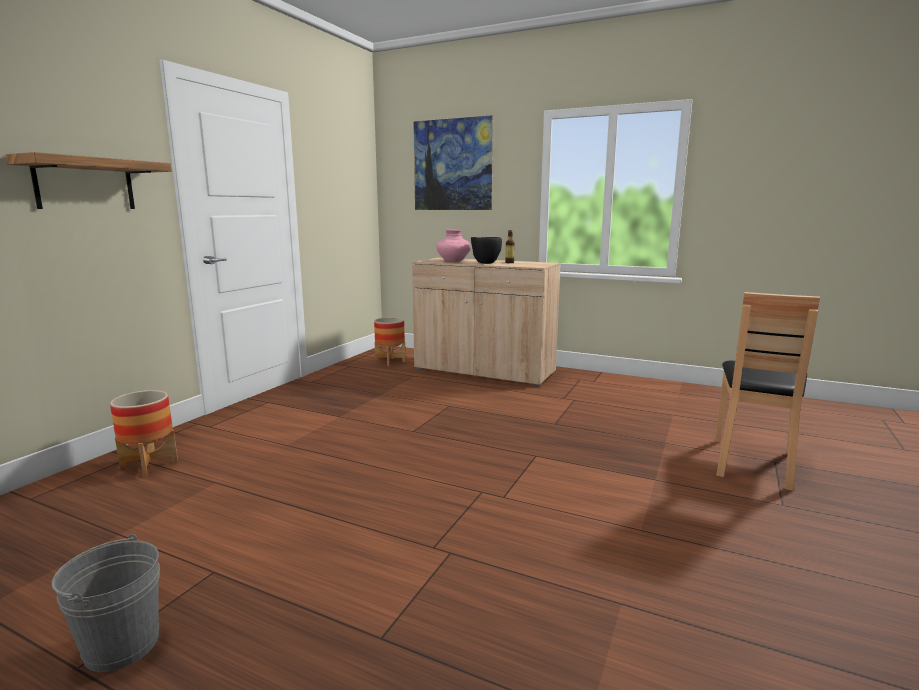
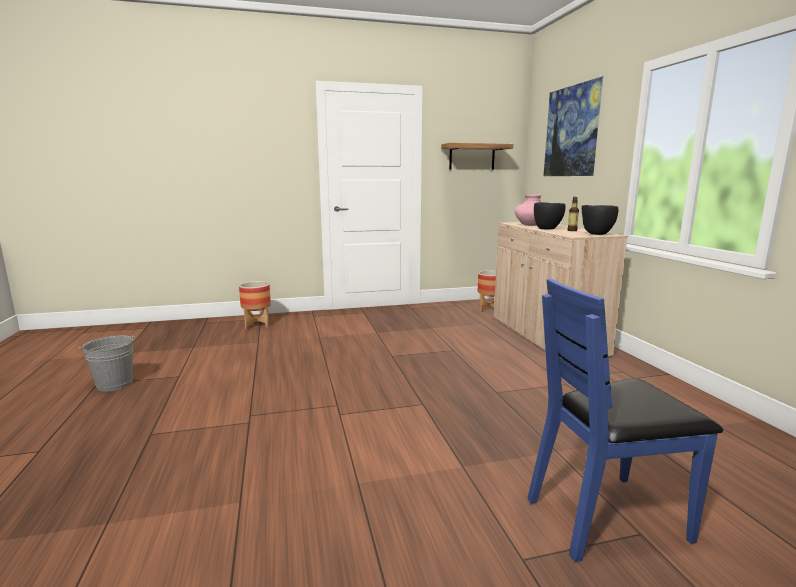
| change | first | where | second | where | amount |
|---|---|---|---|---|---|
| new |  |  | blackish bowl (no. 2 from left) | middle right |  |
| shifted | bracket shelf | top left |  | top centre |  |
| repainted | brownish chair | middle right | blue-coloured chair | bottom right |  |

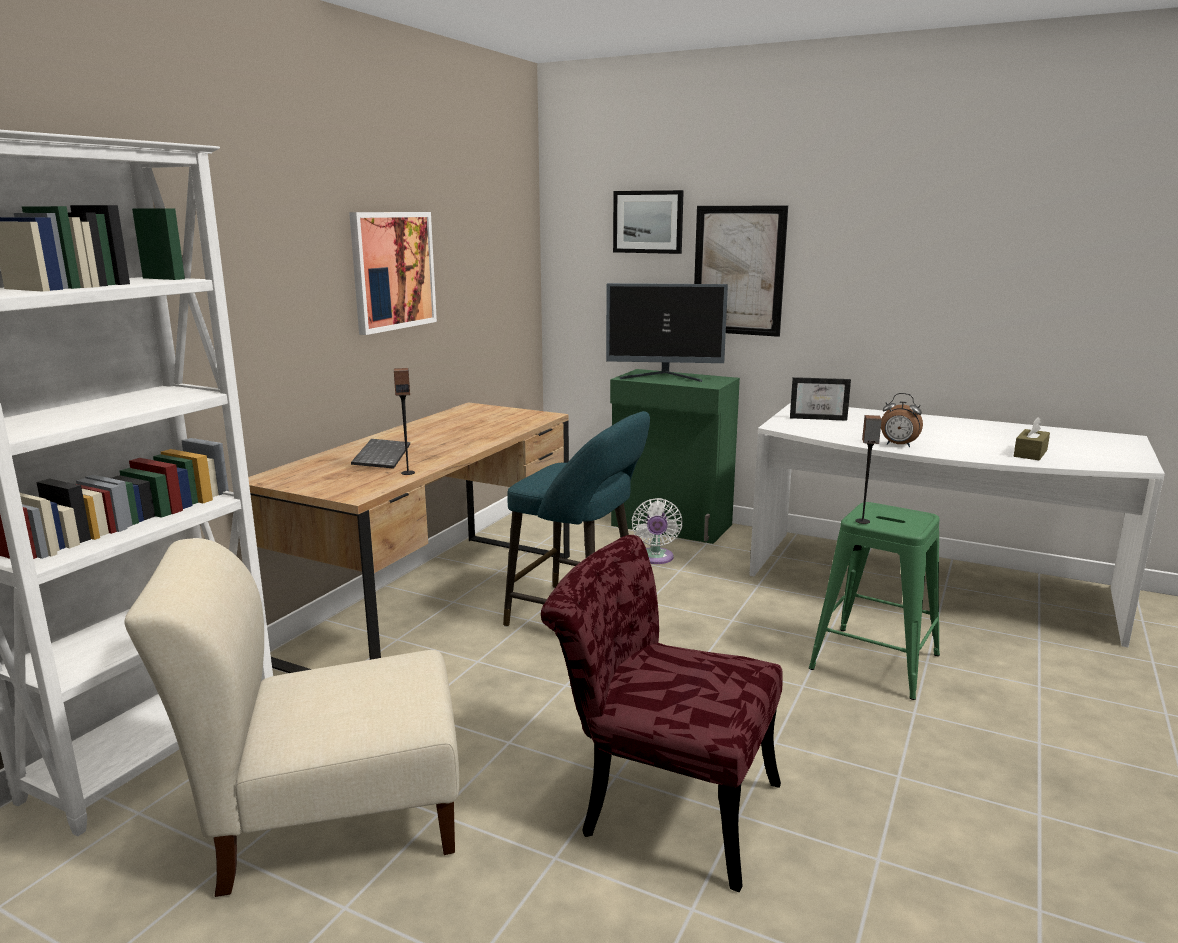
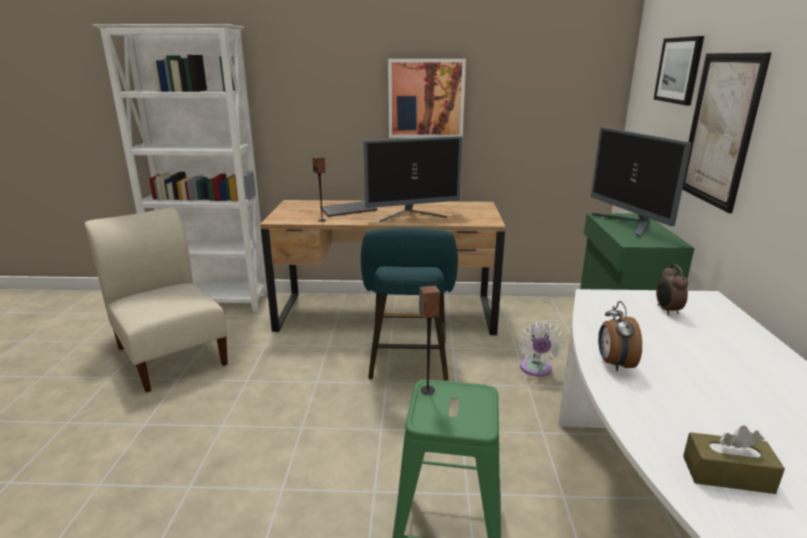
| change | first | where | second | where | amount |
|---|---|---|---|---|---|
| gone | reddish chair | bottom centre |  |  |  |
| new |  |  | computer display (no. 1 from left) | top centre |  |
| swapped | picture frame | middle right | alarm clock (no. 2 from left) | middle right |  |
| rotated | white fan | centre |  | middle right | 60 degrees counterclockwise |

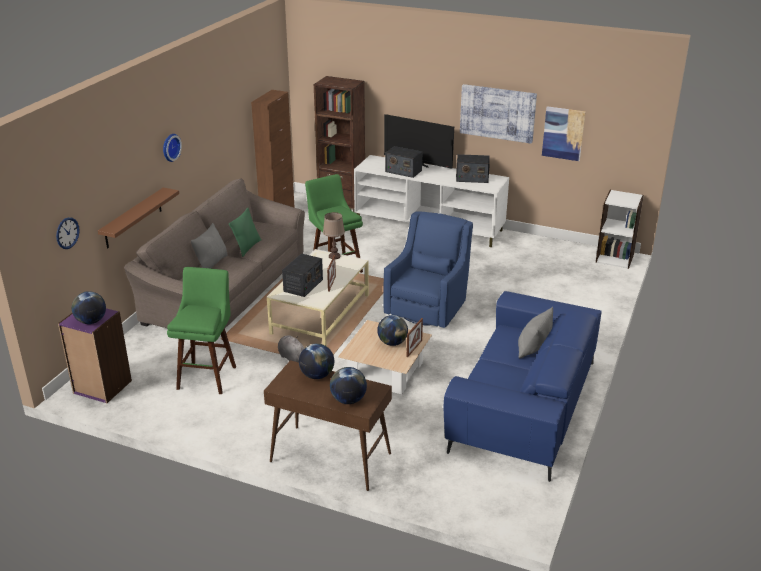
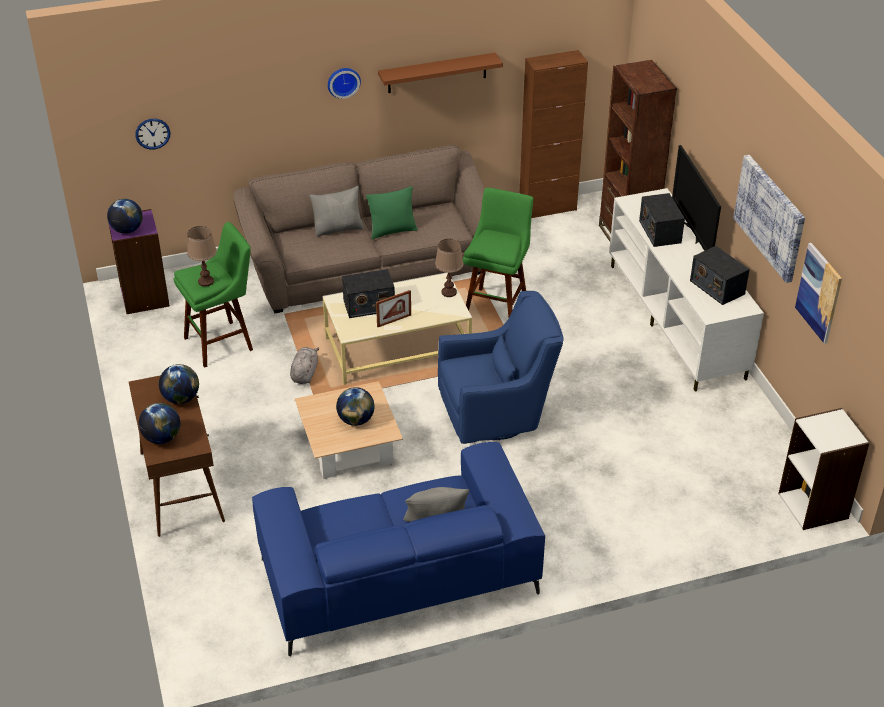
| change | first | where | second | where | amount |
|---|---|---|---|---|---|
| gone | picture frame (no. 2 from left) | centre |  |  |  |
| new |  |  | brownish tabletop lamp (no. 1 from left) | middle left |  |
| shifted | brownish bracket shelf | middle left |  | top centre |  |

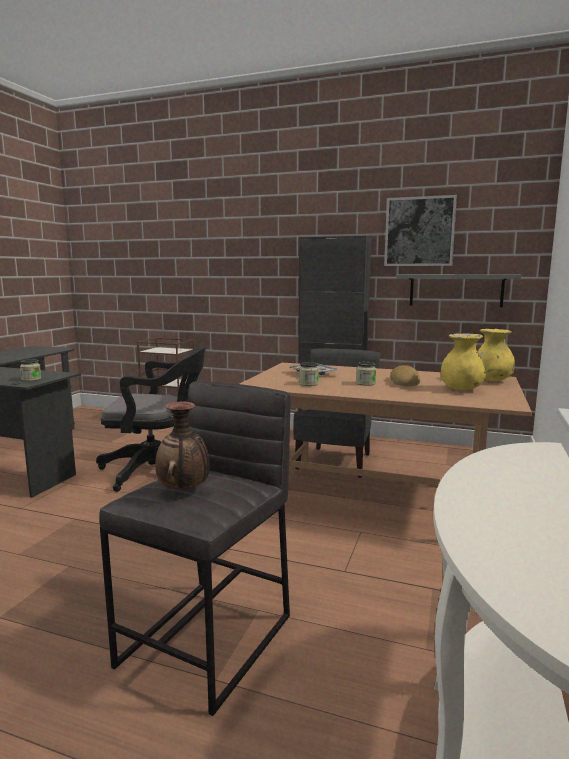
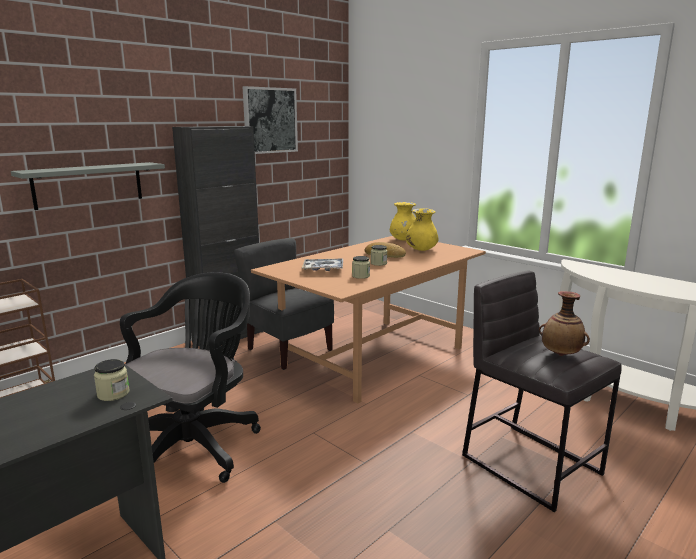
| change | first | where | second | where | amount |
|---|---|---|---|---|---|
| shifted | gray bracket shelf | middle right |  | top left |  |

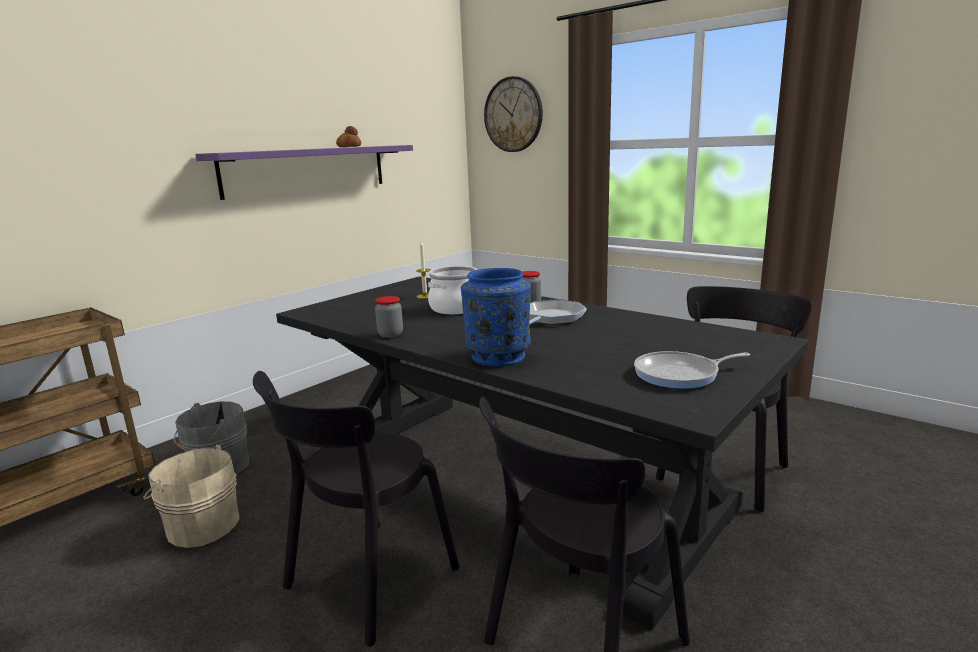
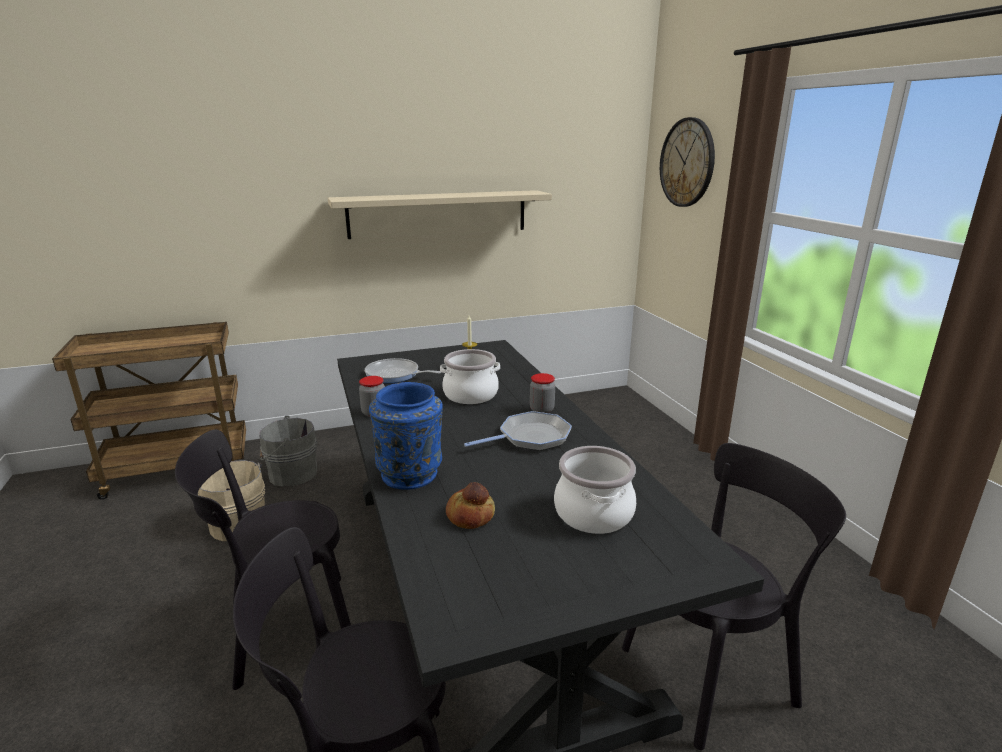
| change | first | where | second | where | amount |
|---|---|---|---|---|---|
| new |  |  | saucepot (no. 2 from left) | centre |  |
| shifted | bakery bread | top centre |  | bottom centre |  |
| shifted | skillet (no. 2 from left in the first image) | middle right | skillet (no. 1 from left) | centre |  |
| repainted | purple bracket shelf | top left | sand-coloured bracket shelf | top centre |  |

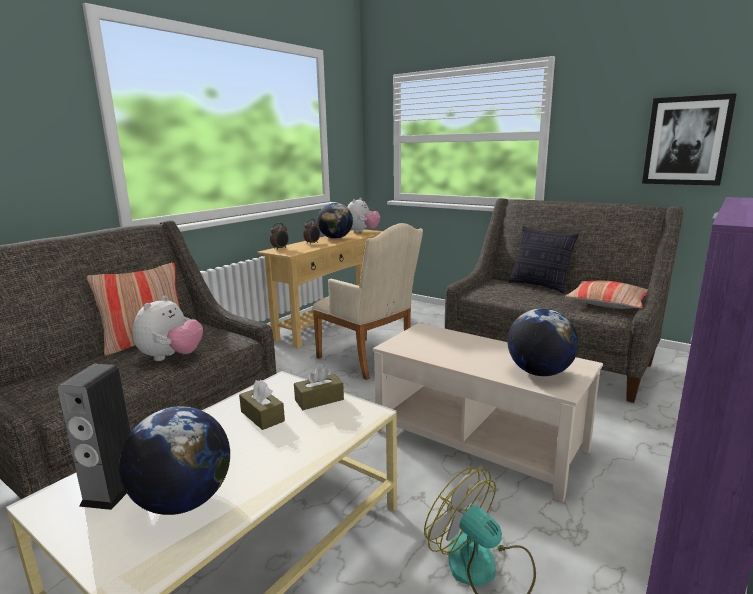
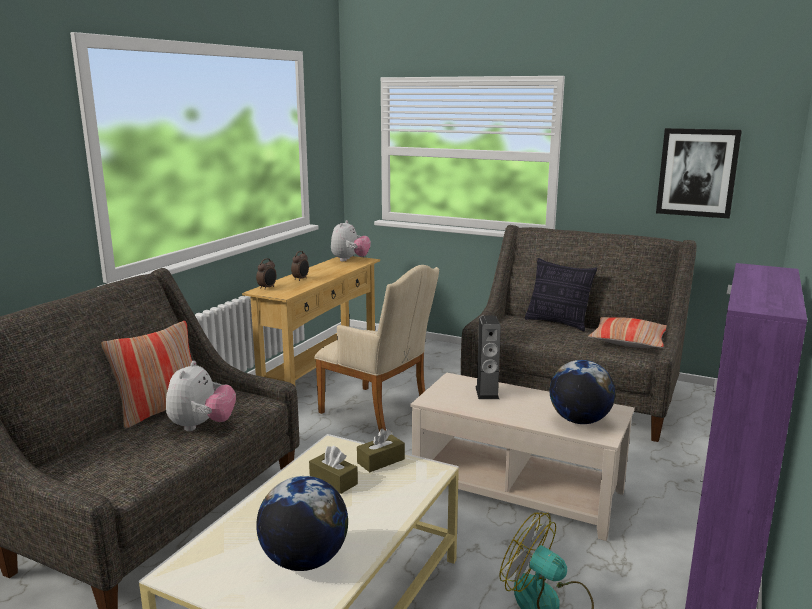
| change | first | where | second | where | amount |
|---|---|---|---|---|---|
| gone | desk globe (no. 2 from left) | centre |  |  |  |
| shifted | speaker | bottom left |  | centre |  |

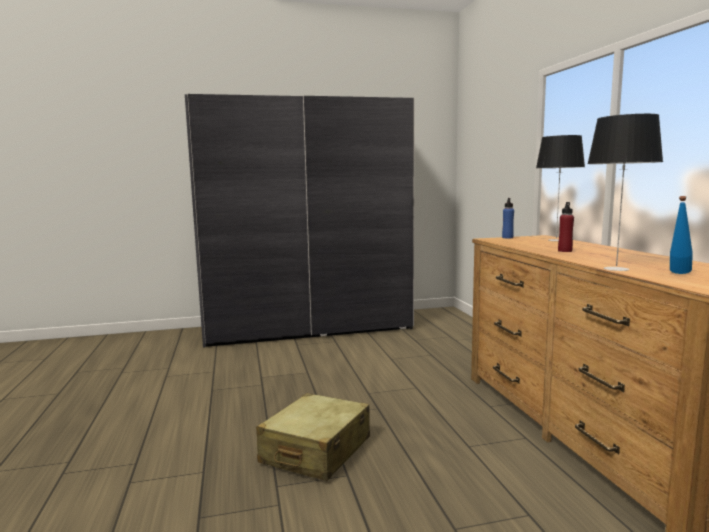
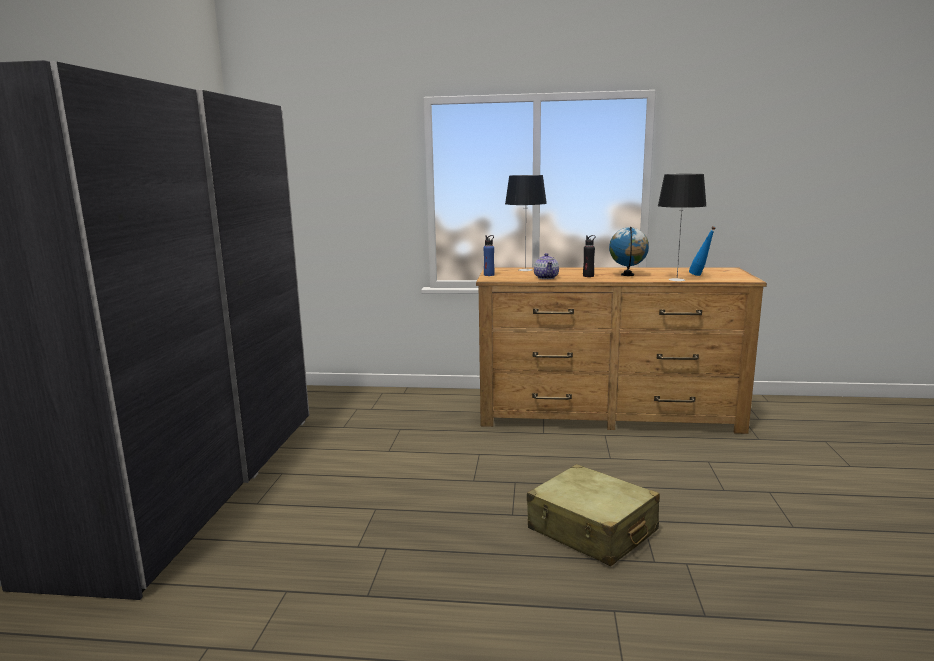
| change | first | where | second | where | amount |
|---|---|---|---|---|---|
| new |  |  | teapot | centre |  |
| new |  |  | desk globe | middle right |  |
| repainted | reddish drink bottle | middle right | blackish drink bottle | centre |  |

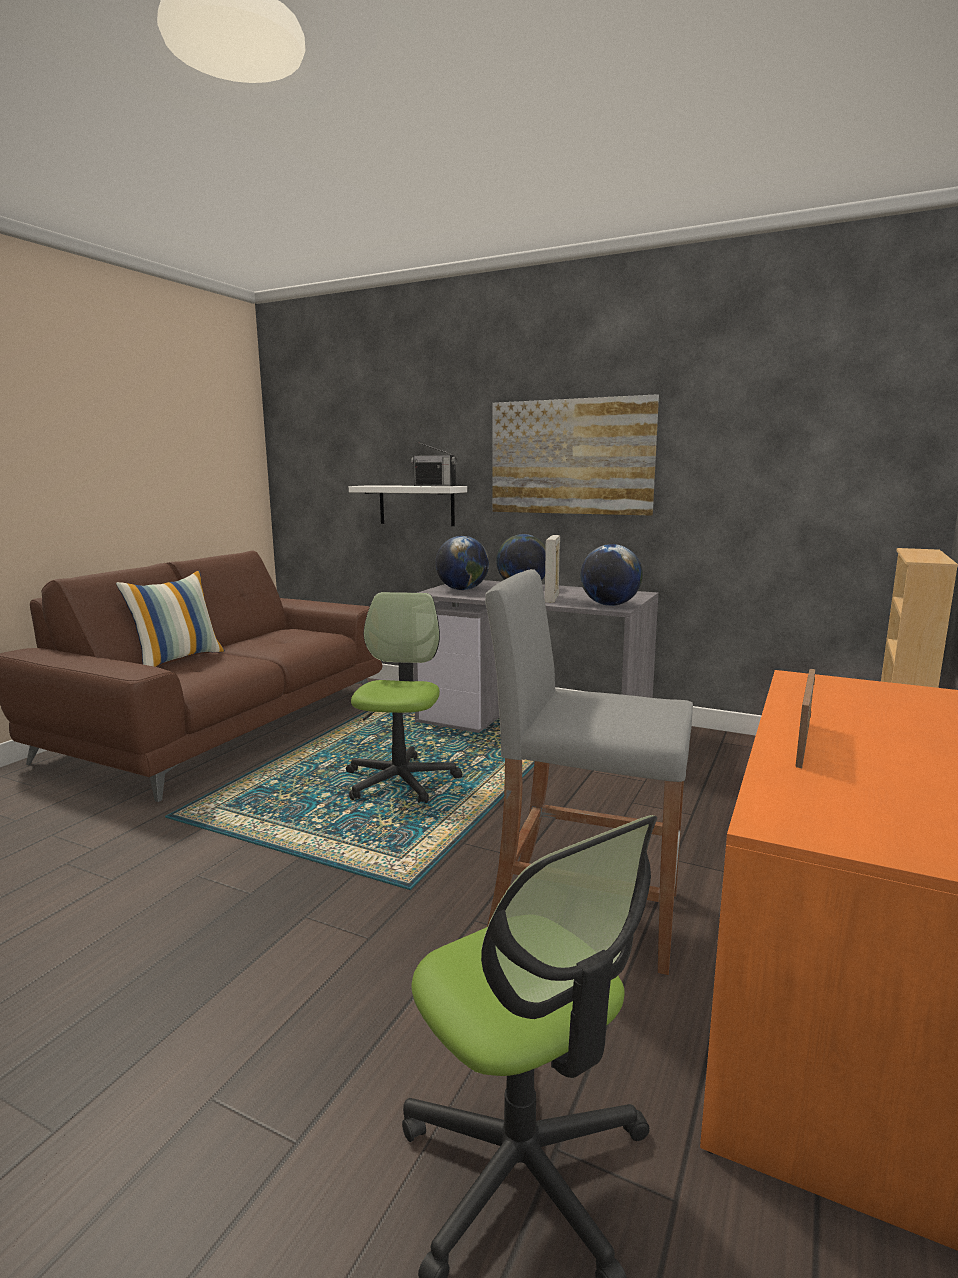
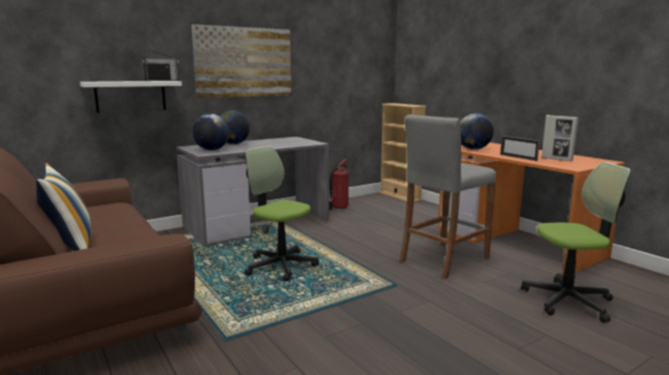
| change | first | where | second | where | amount |
|---|---|---|---|---|---|
| new |  |  | fire-fighting cylinder | centre |  |
| shifted | picture frame (no. 1 from left in the first image) | centre | picture frame (no. 2 from left) | middle right |  |
| shifted | desk globe (no. 3 from left) | centre |  | middle right |  |

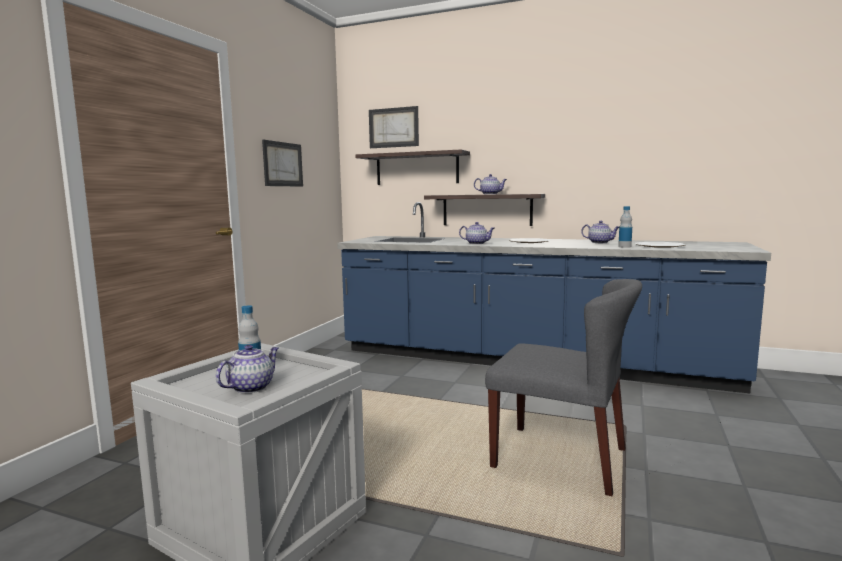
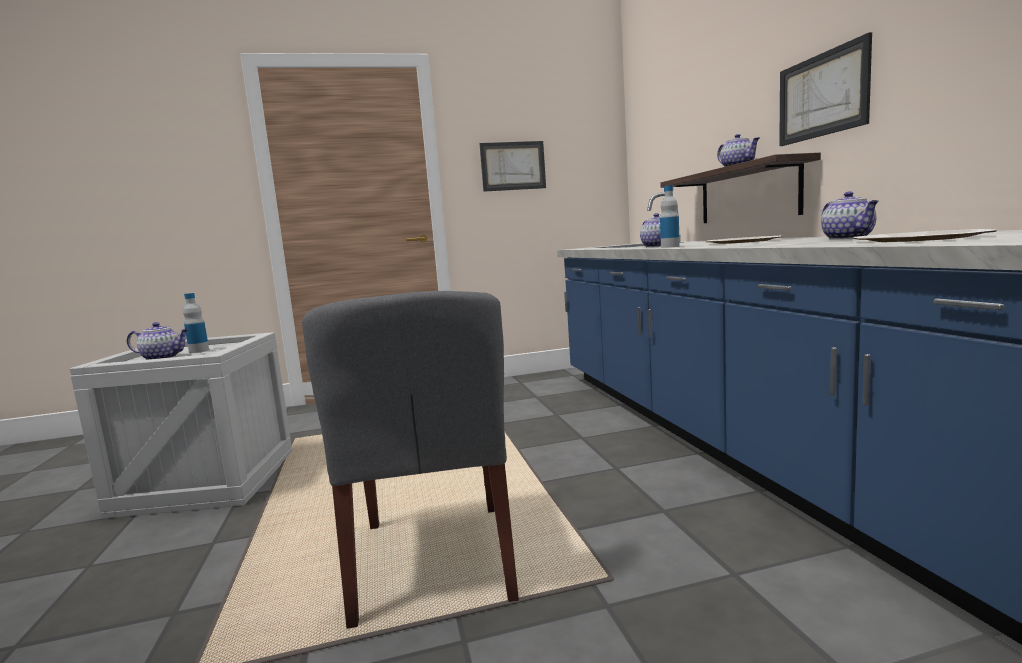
| change | first | where | second | where | amount |
|---|---|---|---|---|---|
| gone | bracket shelf (no. 1 from left) | top centre |  |  |  |
| shifted | wall picture (no. 2 from left) | top centre |  | top right |  |
| shifted | drink bottle (no. 2 from left) | middle right |  | top centre |  |

